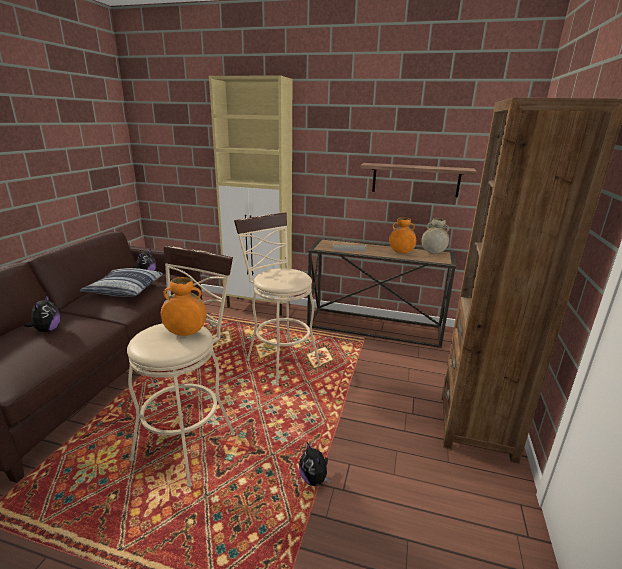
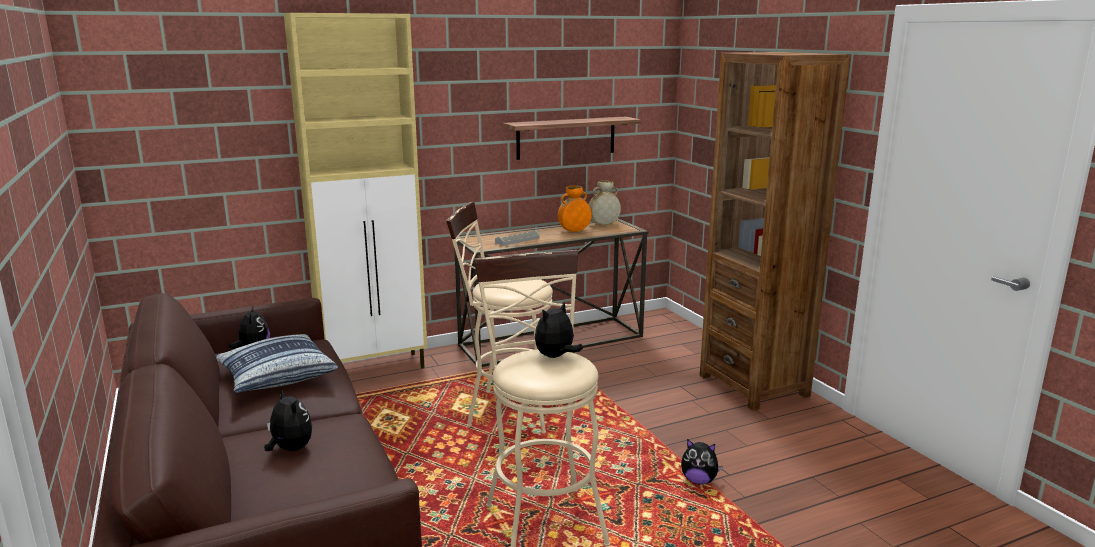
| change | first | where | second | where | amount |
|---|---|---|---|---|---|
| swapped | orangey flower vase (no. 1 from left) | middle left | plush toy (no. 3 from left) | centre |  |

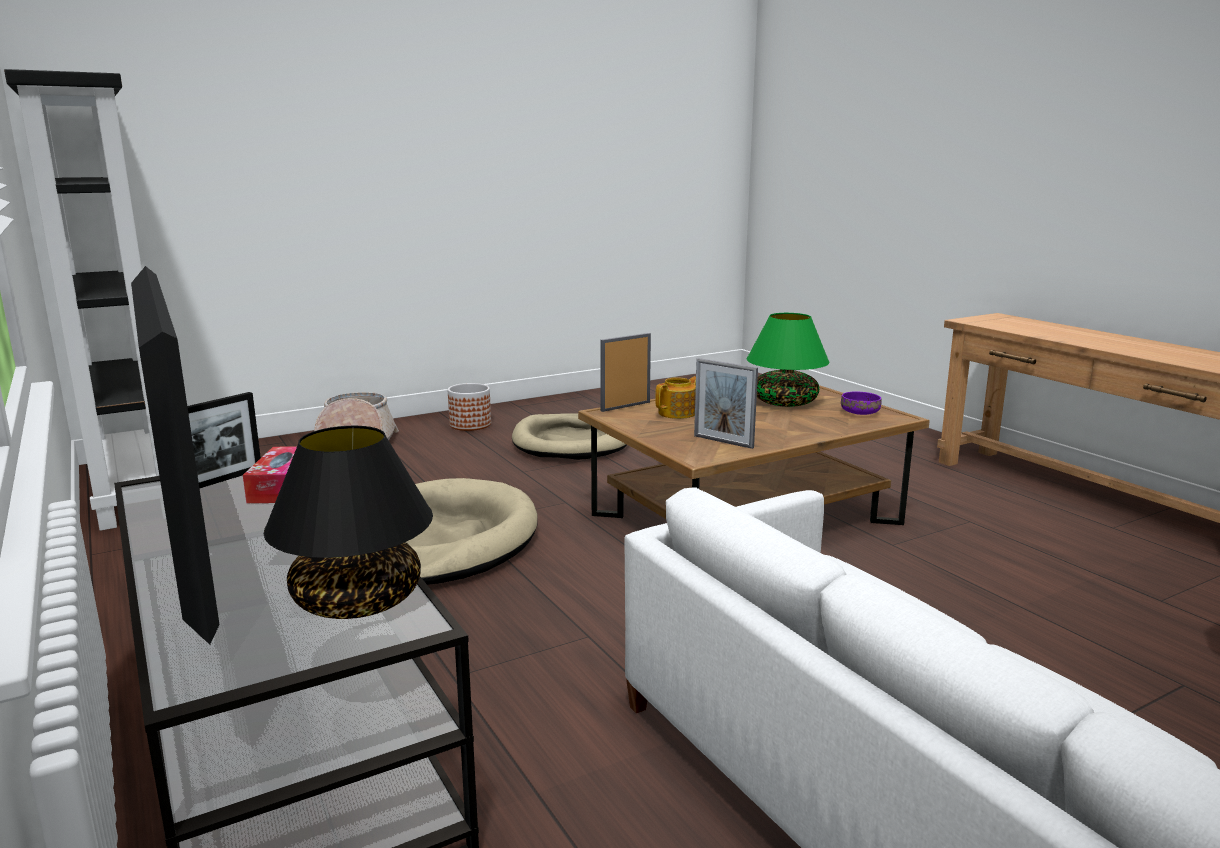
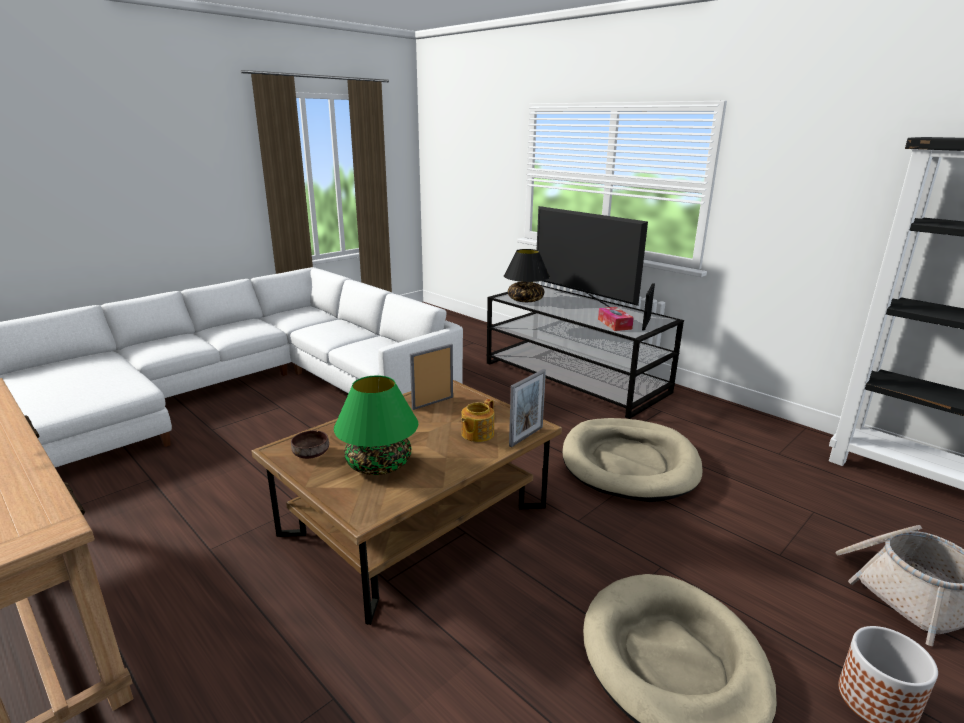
| change | first | where | second | where | amount |
|---|---|---|---|---|---|
| repainted | purple bowl | middle right | brownish bowl | middle left |  |
| rotated | picture frame (no. 3 from left in the first image) | centre | picture frame (no. 1 from left) | centre | 60 degrees counterclockwise |

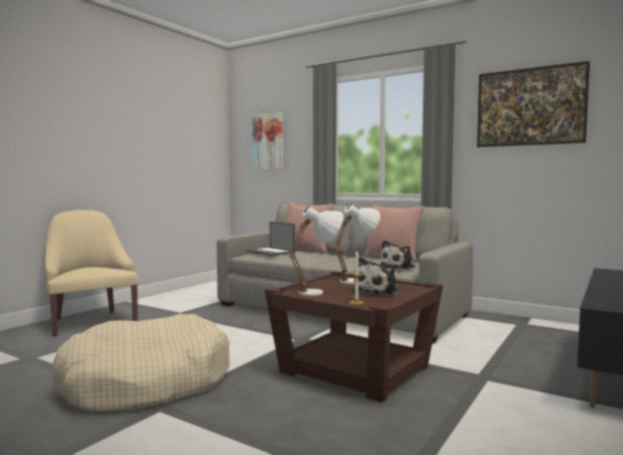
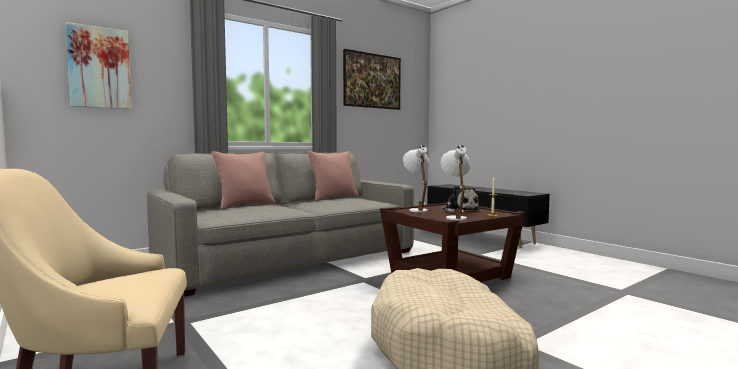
| change | first | where | second | where | amount |
|---|---|---|---|---|---|
| gone | laptop | centre |  |  |  |
| gone | plush toy (no. 2 from left) | centre |  |  |  |

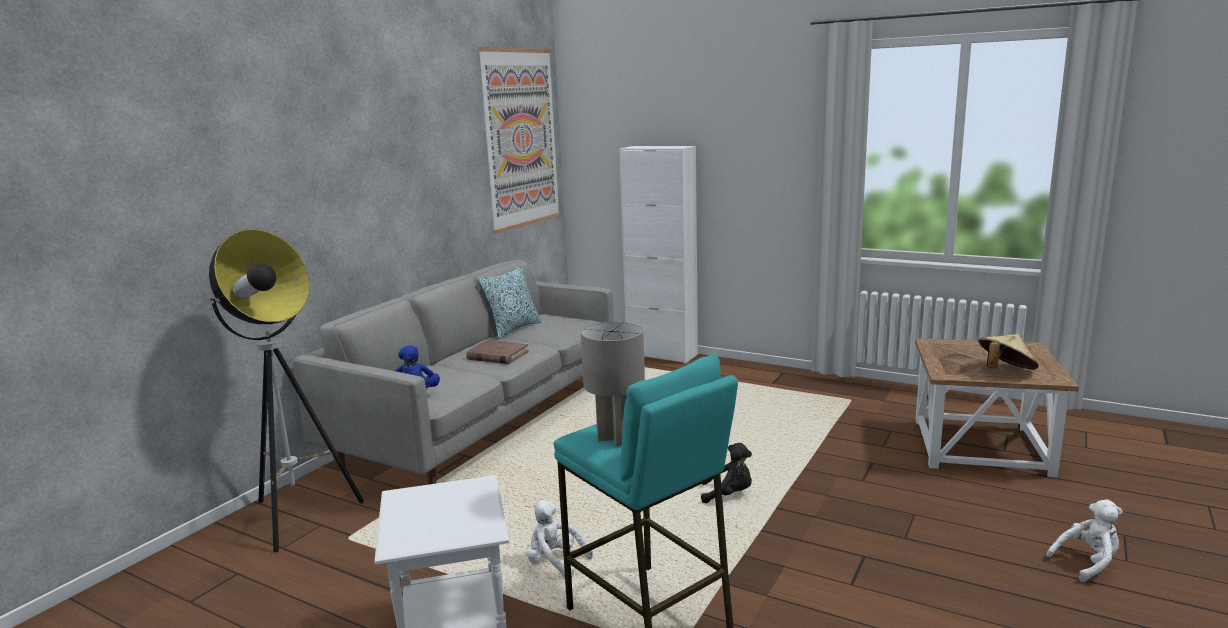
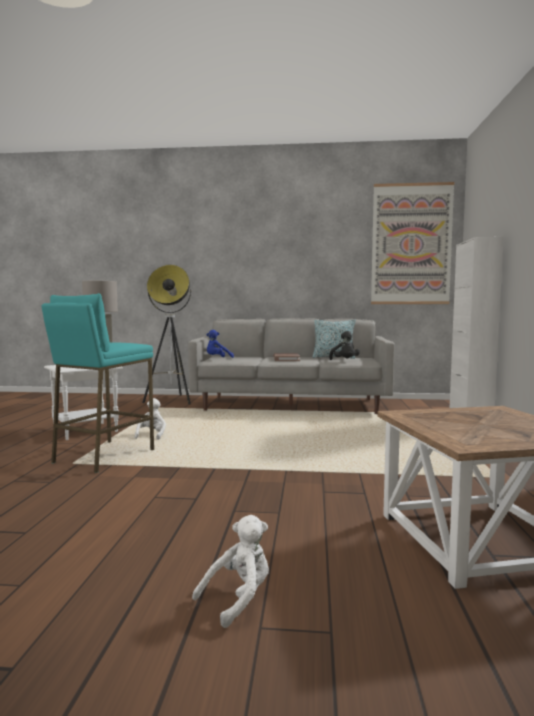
| change | first | where | second | where | amount |
|---|---|---|---|---|---|
| gone | sand-coloured wearable hat | middle right |  |  |  |
| shifted | blackish plush toy | bottom centre |  | centre |  |
| rotated | white plush toy (no. 2 from left) | bottom right |  | bottom centre | 90 degrees counterclockwise |

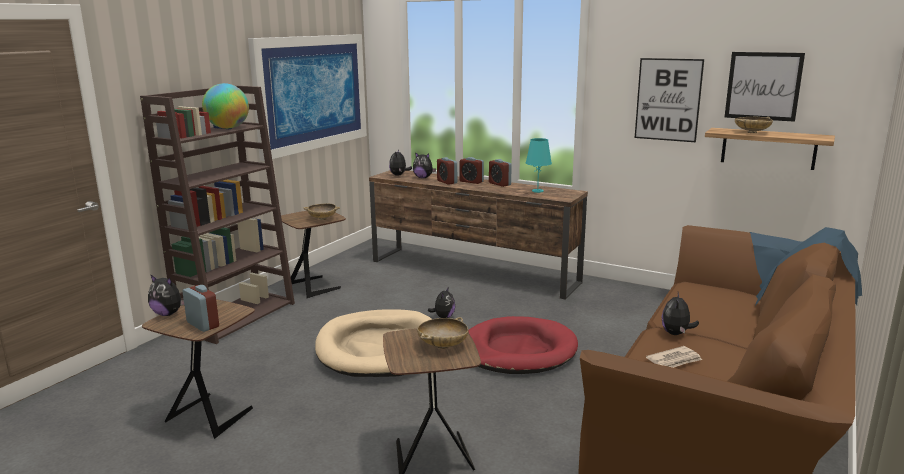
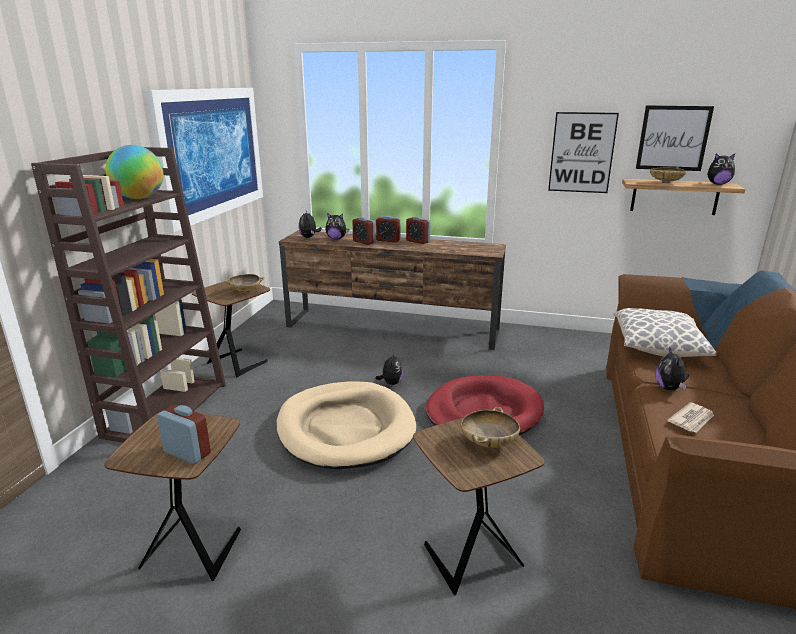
| change | first | where | second | where | amount |
|---|---|---|---|---|---|
| gone | blue-green tabletop lamp | centre |  |  |  |
| new |  |  | pillow | middle right |  |
| shifted | plush toy (no. 1 from left in the first image) | middle left | plush toy (no. 5 from left) | top right |  |

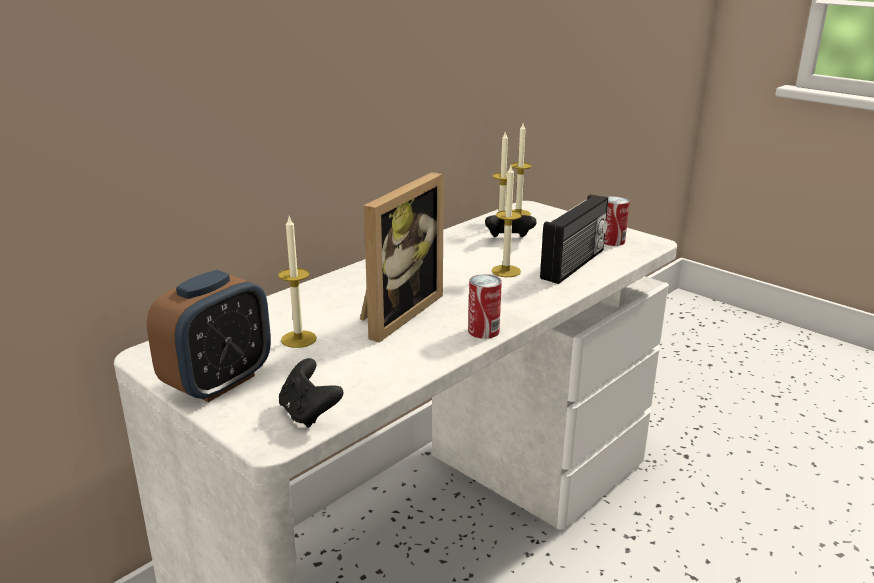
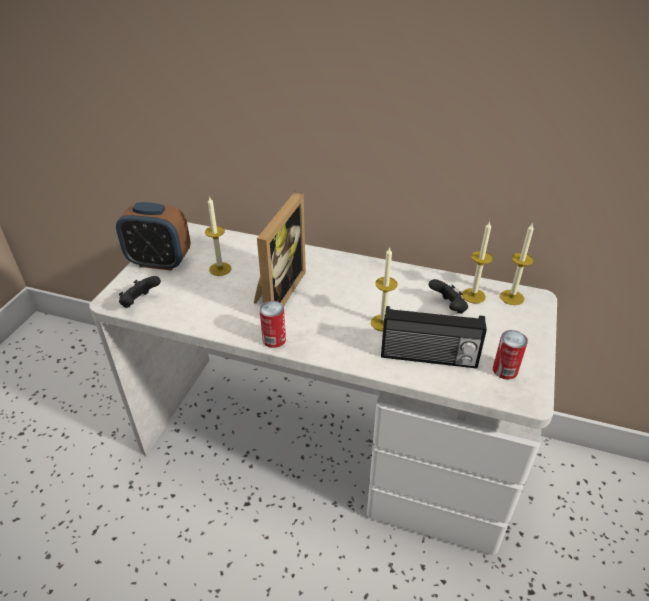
| change | first | where | second | where | amount |
|---|---|---|---|---|---|
| rotated | picture frame | centre |  | centre | 75 degrees counterclockwise |

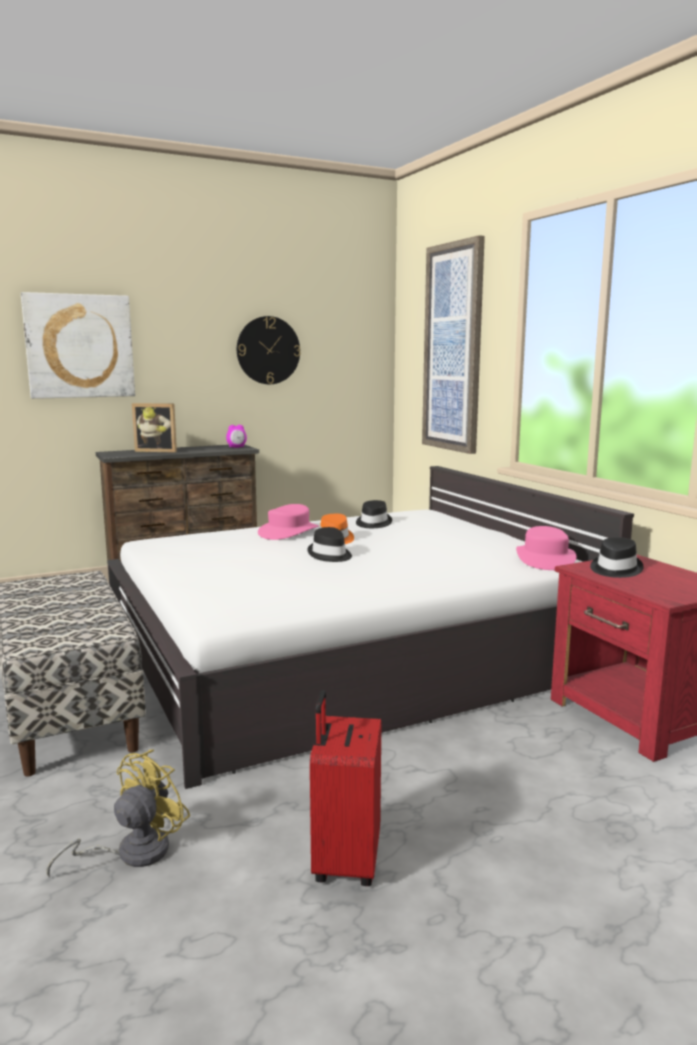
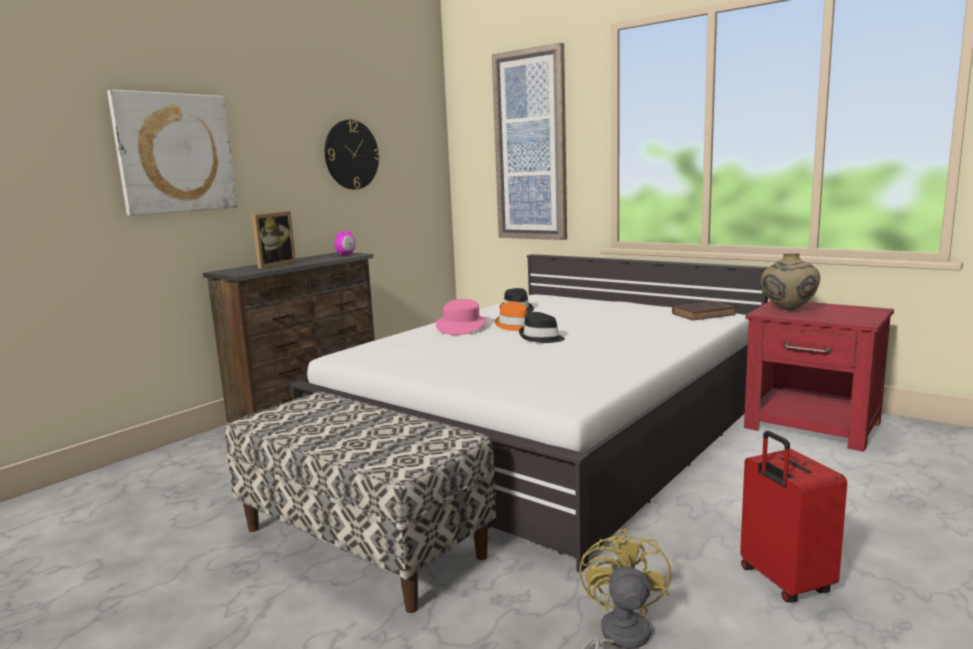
| change | first | where | second | where | amount |
|---|---|---|---|---|---|
| swapped | pink-coloured wearable hat (no. 2 from left) | middle right | brownish volume | middle right |  |
| swapped | blackish wearable hat (no. 3 from left) | middle right | sand-coloured flower vase | middle right |  |
| rotated | picture frame | middle left |  | middle left | 45 degrees counterclockwise |

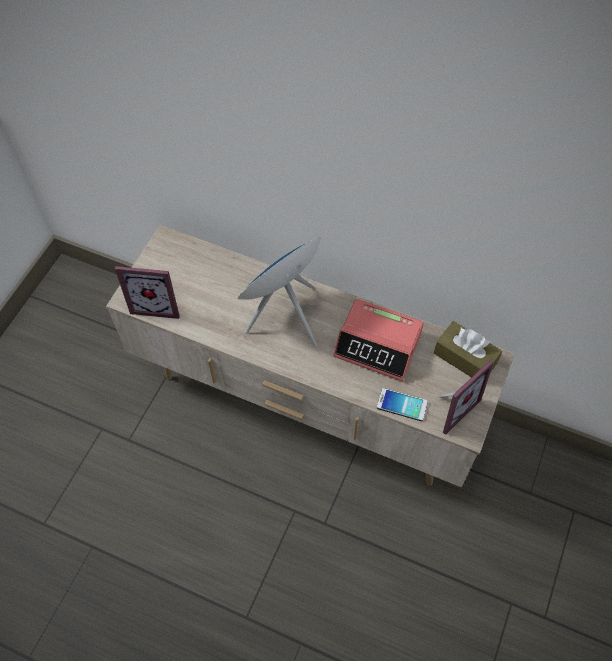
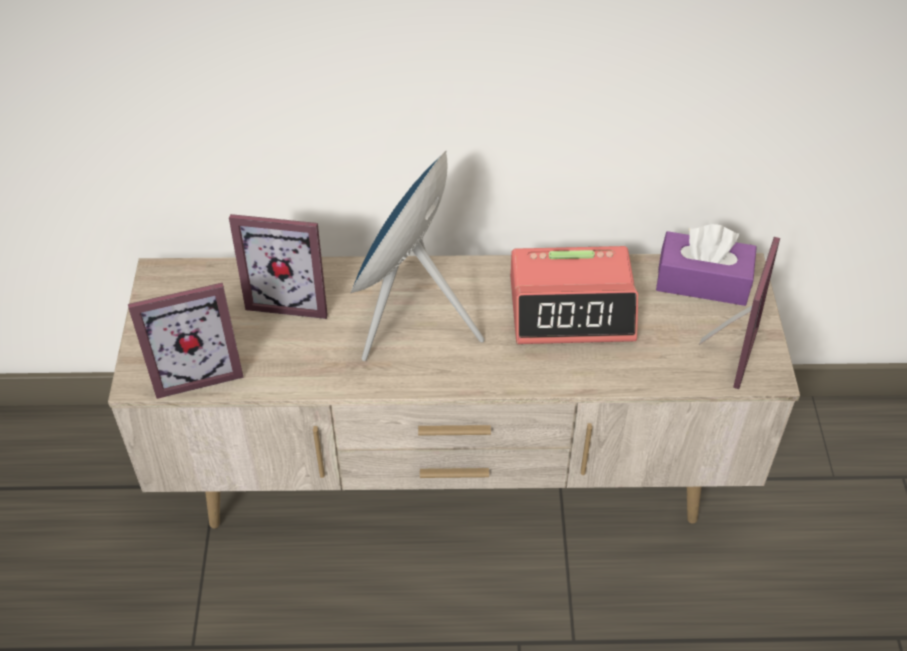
| change | first | where | second | where | amount |
|---|---|---|---|---|---|
| gone | phone | centre |  |  |  |
| new |  |  | picture frame (no. 2 from left) | middle left |  |
| repainted | brownish tissue box | middle right | purple tissue box | middle right |  |

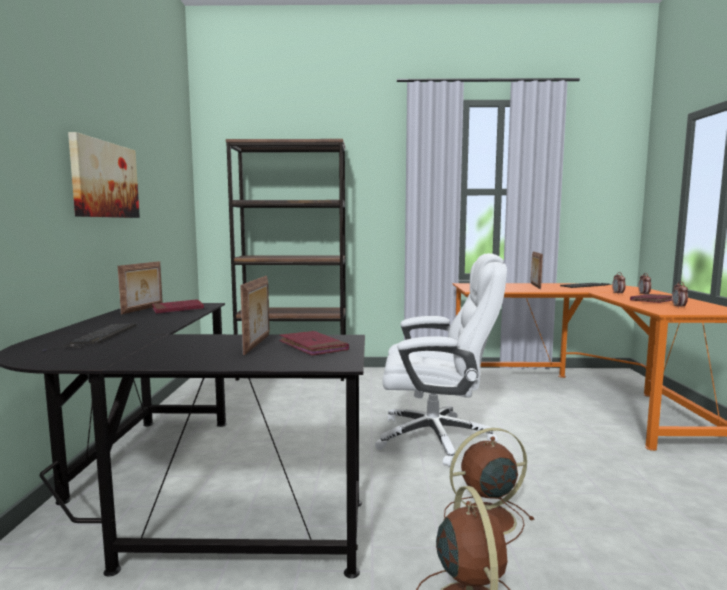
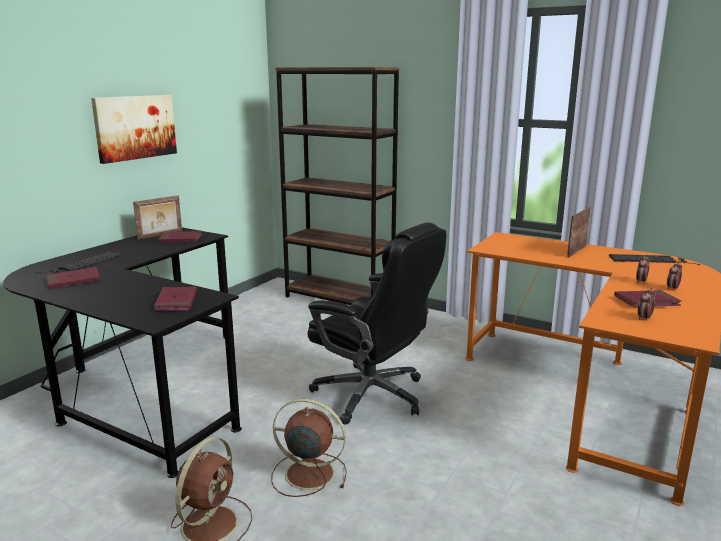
| change | first | where | second | where | amount |
|---|---|---|---|---|---|
| gone | picture frame (no. 2 from left) | centre |  |  |  |
| new |  |  | reddish volume (no. 1 from left) | middle left |  |
| repainted | white desk chair | centre | blackish desk chair | centre |  |

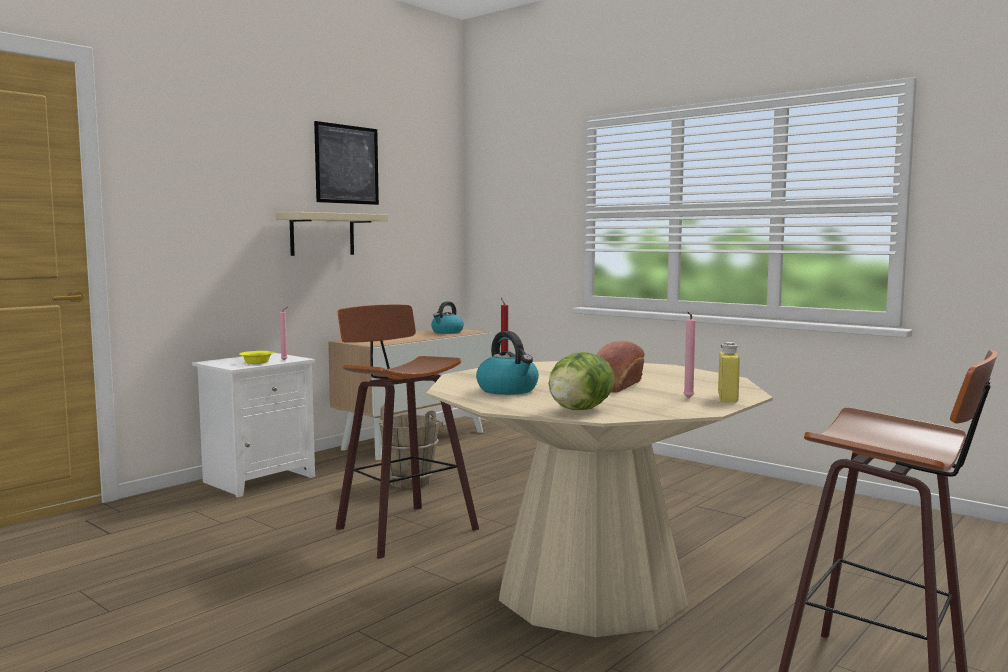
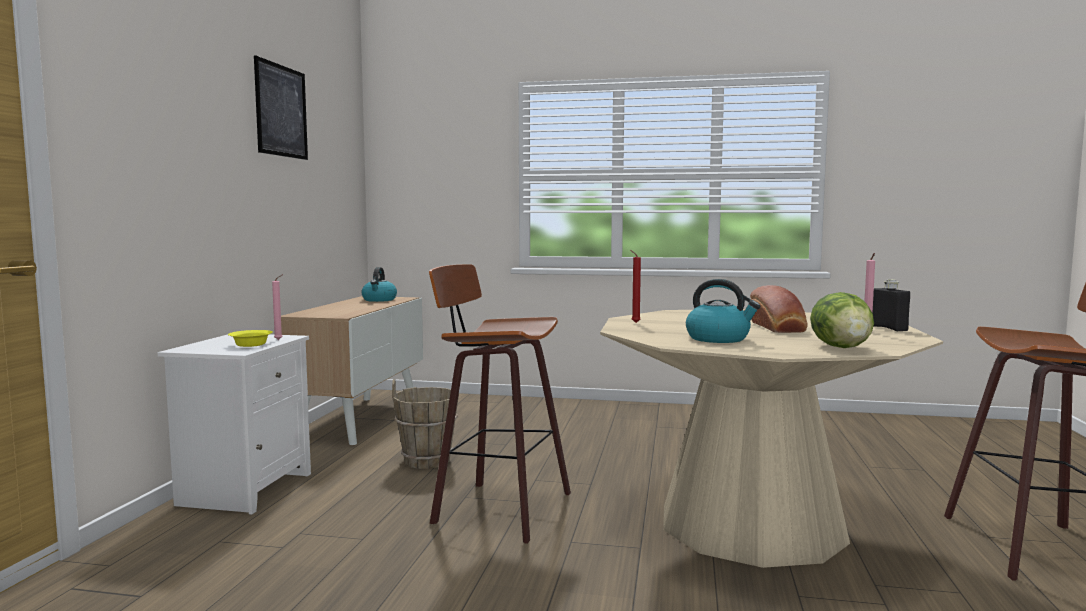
| change | first | where | second | where | amount |
|---|---|---|---|---|---|
| gone | sand-coloured bracket shelf | middle left |  |  |  |
| repainted | yellow drink bottle | middle right | blackish drink bottle | middle right |  |

